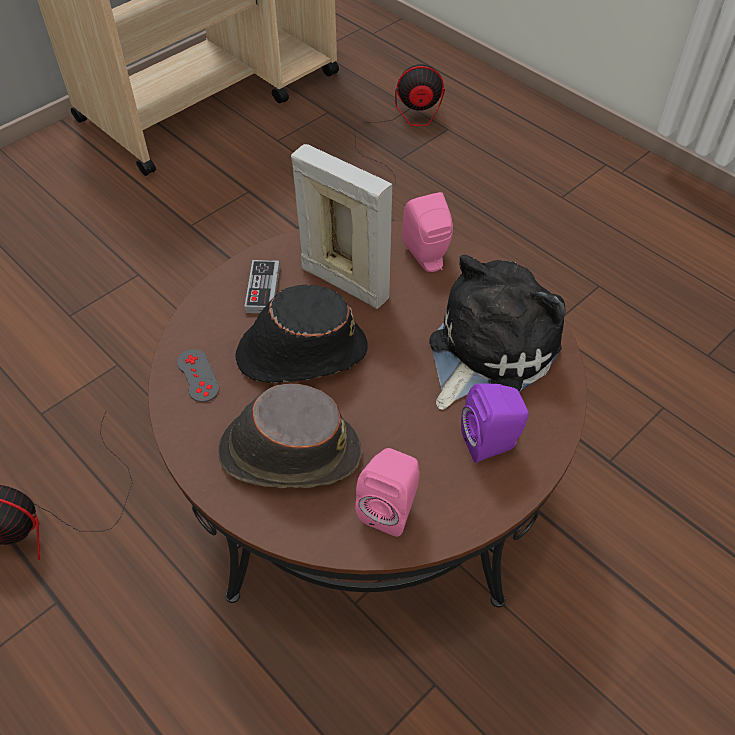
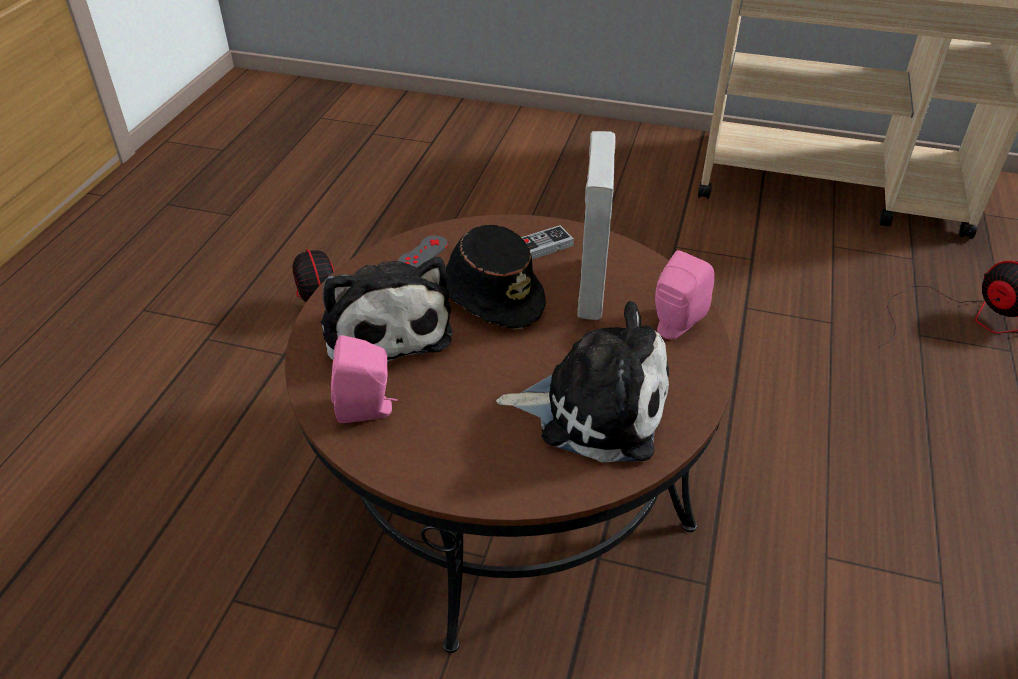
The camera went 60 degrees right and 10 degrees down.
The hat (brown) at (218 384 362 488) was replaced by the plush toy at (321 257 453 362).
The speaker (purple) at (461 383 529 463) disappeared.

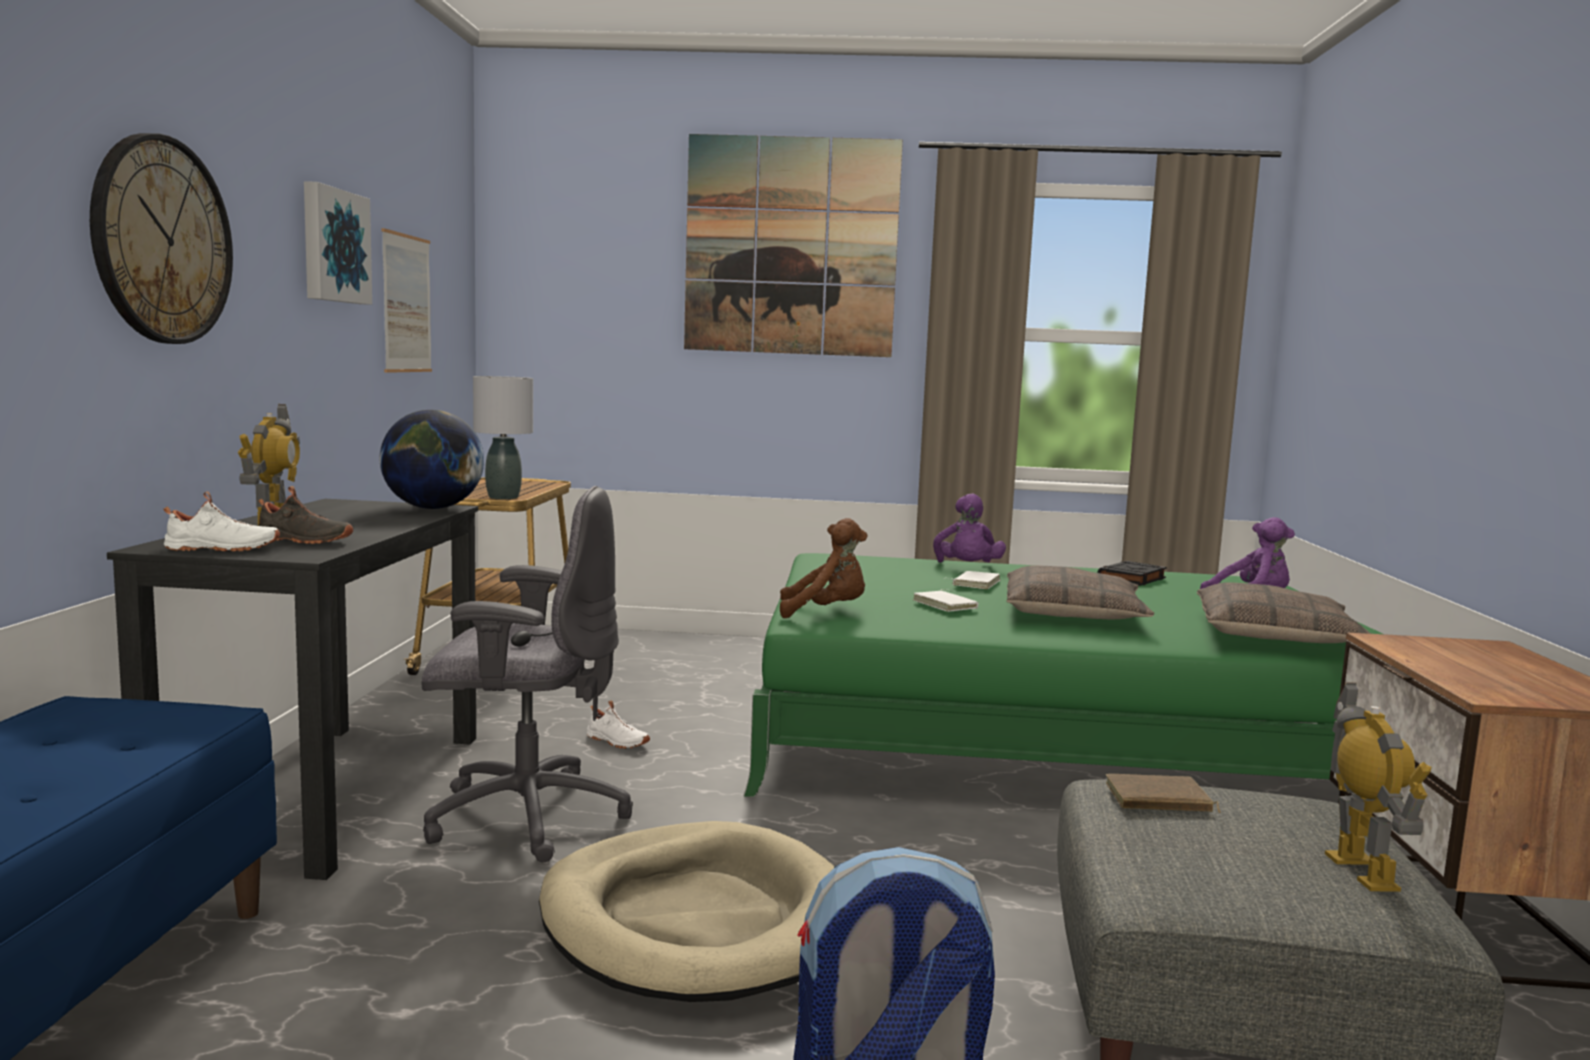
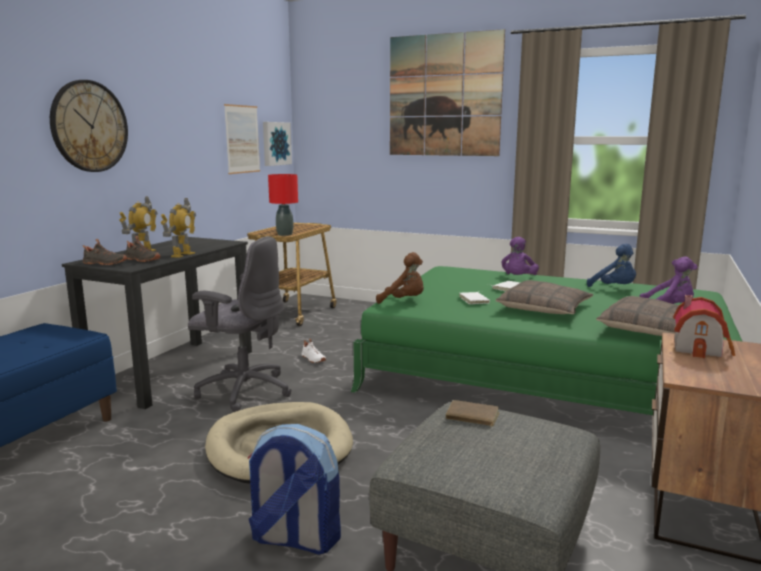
The camera went 20 degrees right and 5 degrees up.
The shoe (white) at (163 492 280 552) became the shoe (black) at (83 239 127 265).
The toy robot moved from (1325 682 1431 892) to (161 198 196 258).
The picture moved from (304 181 372 305) to (263 122 292 166).
The table lamp (grey) at (473 376 533 499) became the table lamp (red) at (268 174 298 236).
The book (black) at (1097 561 1167 586) was replaced by the plush toy (blue) at (587 244 636 287).
The toy house at (673 295 735 358) appeared.
The globe at (380 410 484 509) disappeared.

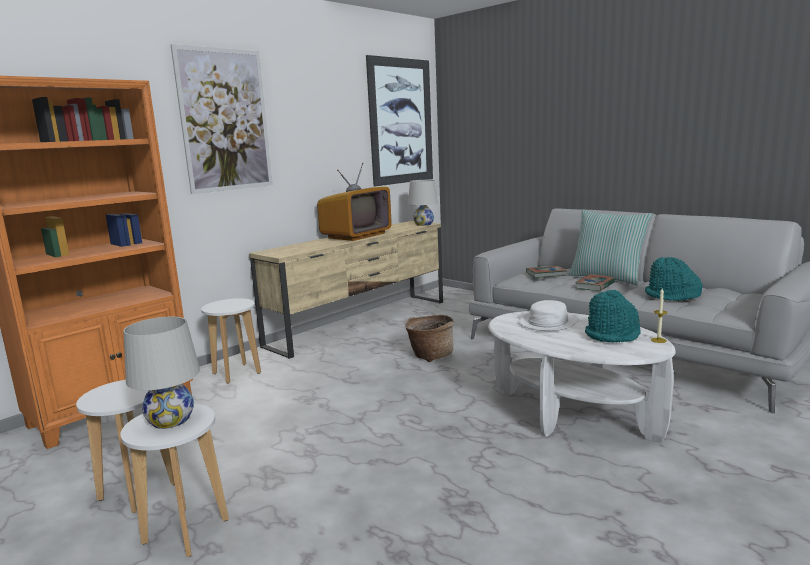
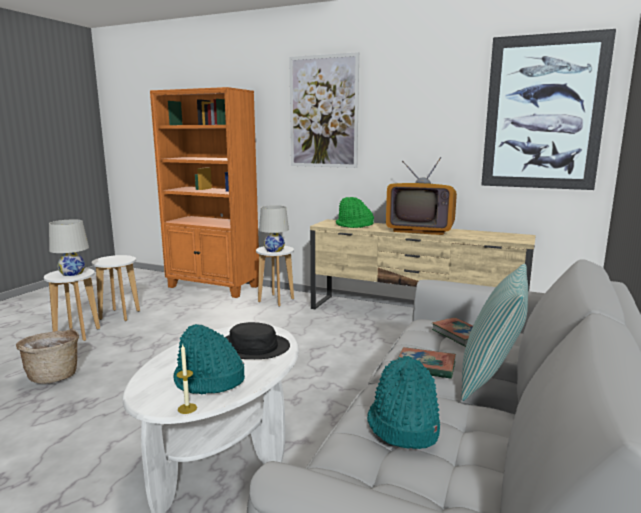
The camera went 70 degrees right and 0 degrees up.
The basket moved from (405 315 454 362) to (16 329 79 384).
The hat (white) at (519 300 578 331) became the hat (black) at (226 322 290 359).
The table lamp (white) moved from (408 180 438 226) to (259 205 289 252).
The hat (green) at (336 197 374 228) appeared.

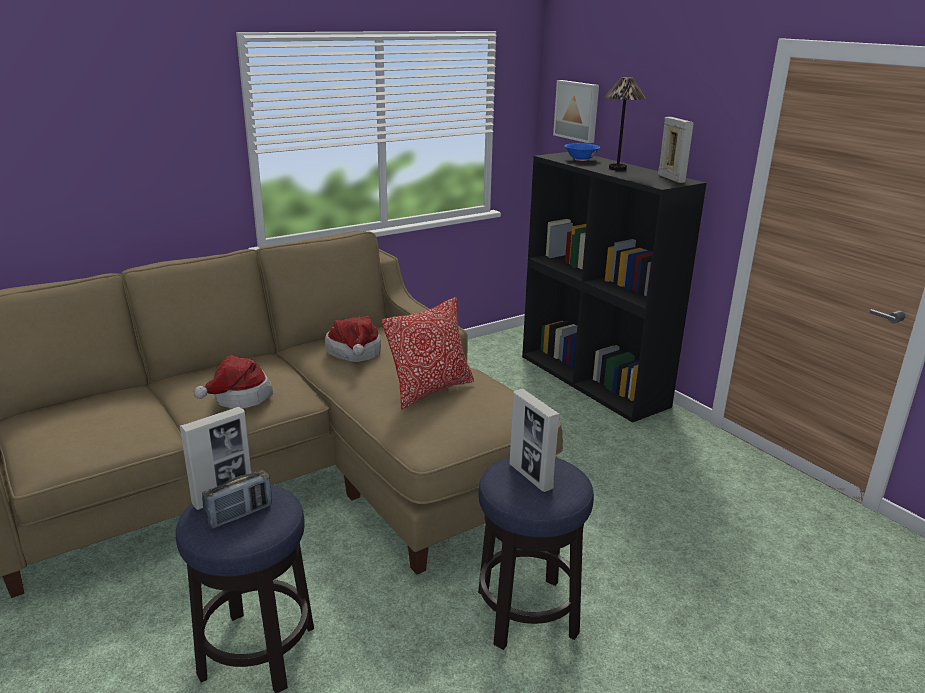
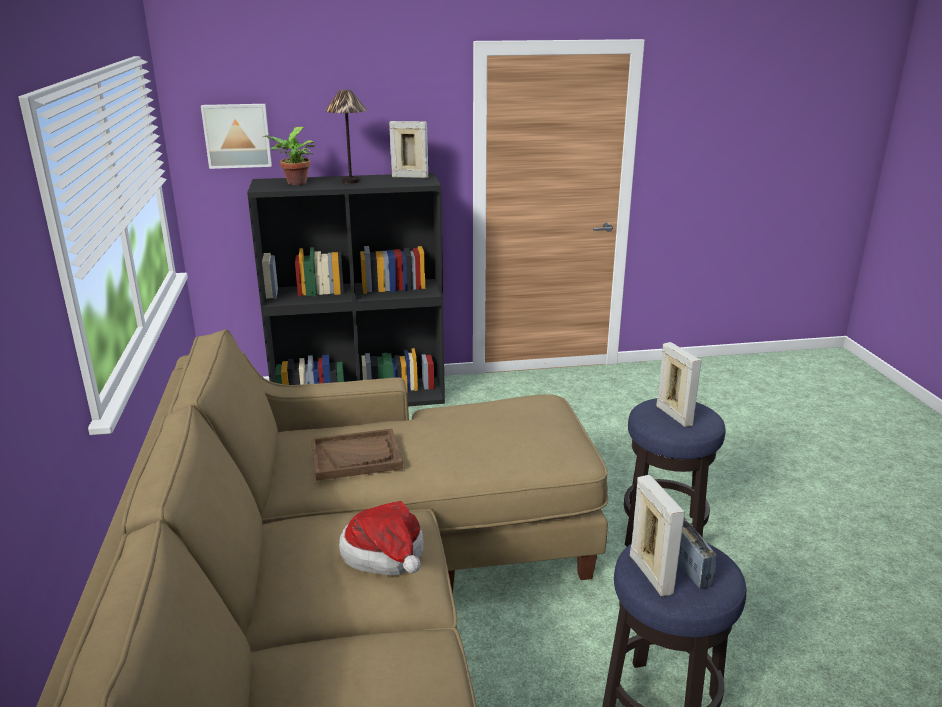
The camera went 65 degrees left and 0 degrees up.
The bowl (blue) at (565 143 600 161) was replaced by the potted plant at (263 127 315 185).
The hat at (325 316 381 362) was replaced by the tray (brown) at (311 429 403 481).
The picture frame at (509 389 560 492) turned 105 degrees counterclockwise.
The pillow at (382 297 474 410) disappeared.

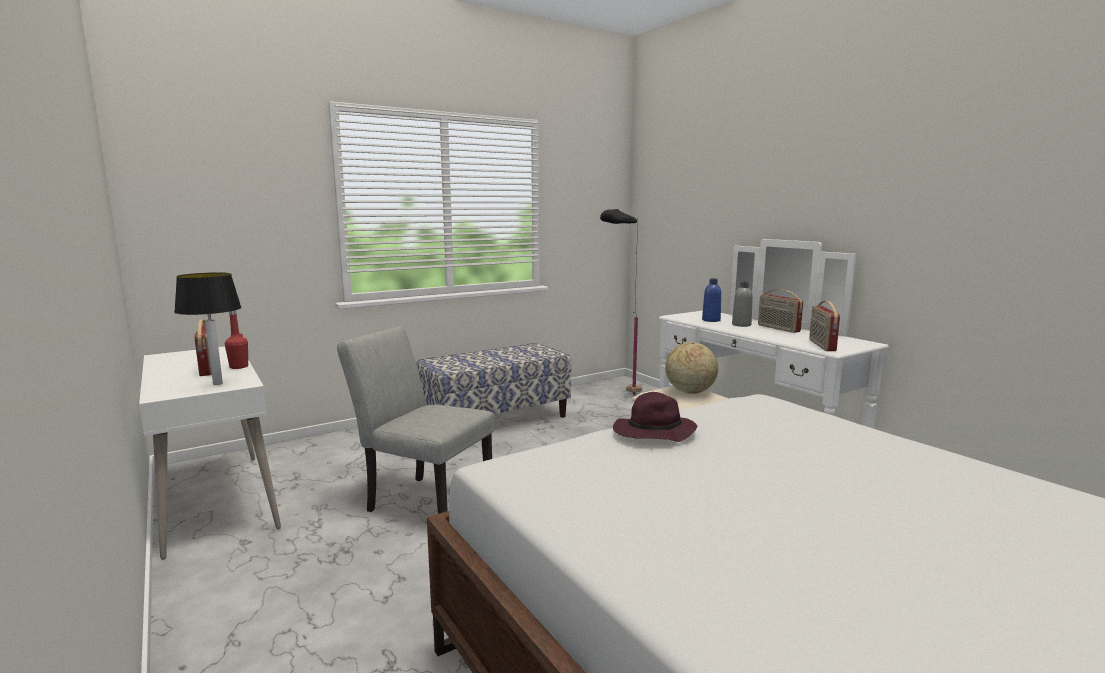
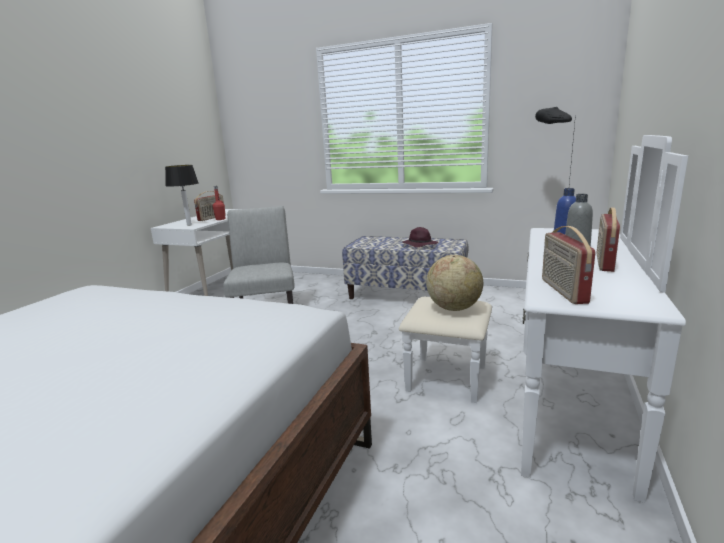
The camera went 55 degrees right and 5 degrees up.
The hat (purple) moved from (613 392 697 442) to (402 227 438 248).
The radio at (809 301 840 351) turned 60 degrees counterclockwise.

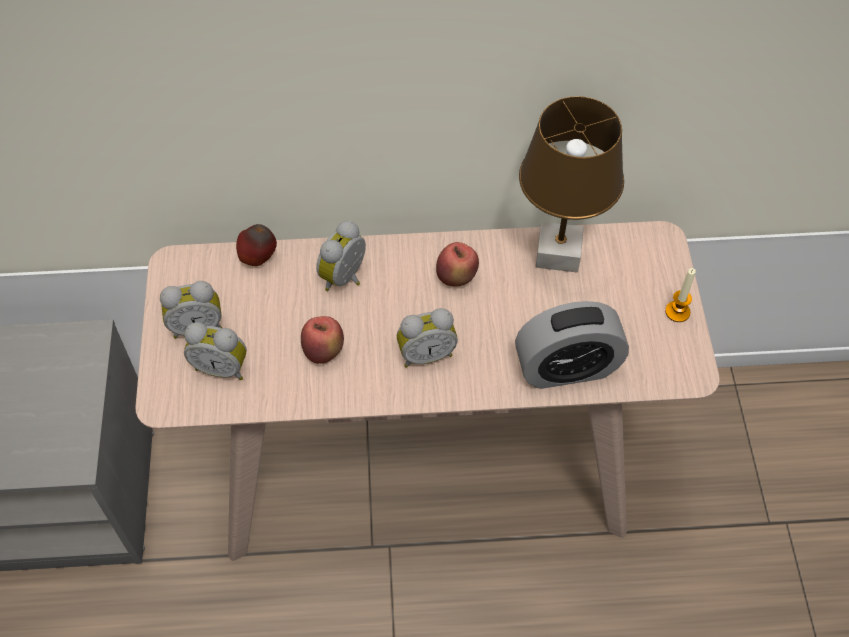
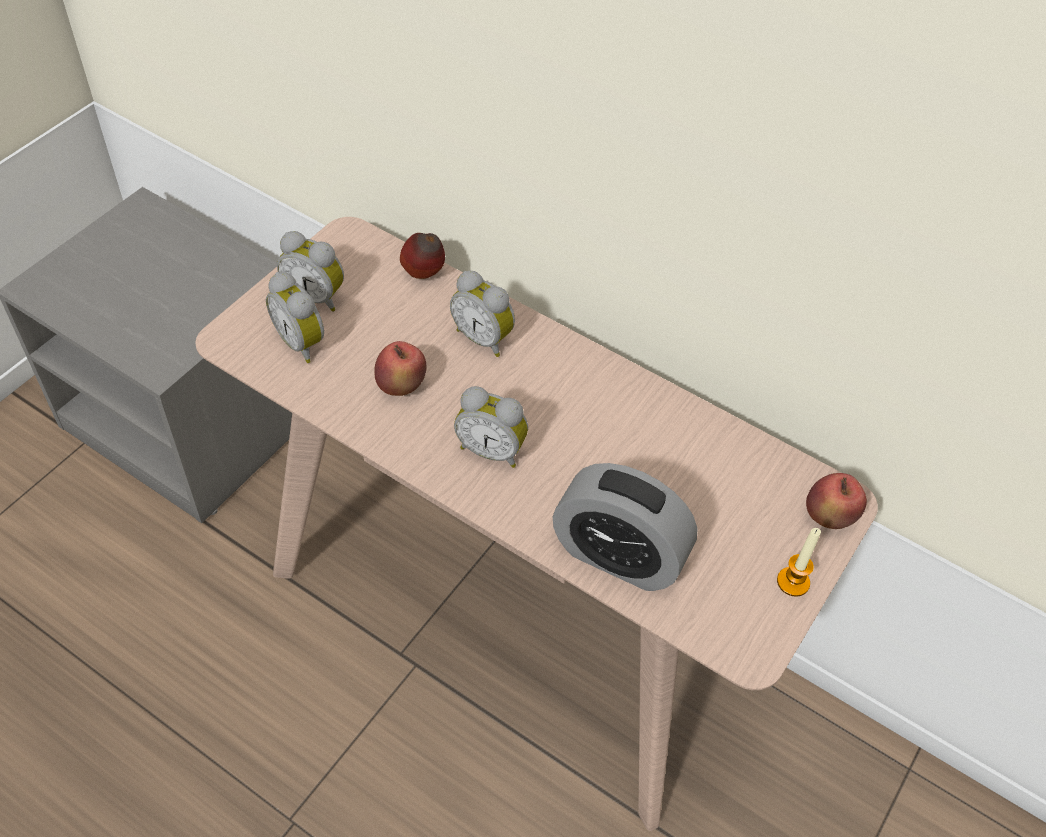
The camera went 35 degrees right and 5 degrees down.
The alarm clock at (316 221 366 291) turned 120 degrees counterclockwise.
The apple moved from (436 242 479 287) to (806 473 867 529).
The table lamp (brown) at (519 96 624 272) disappeared.

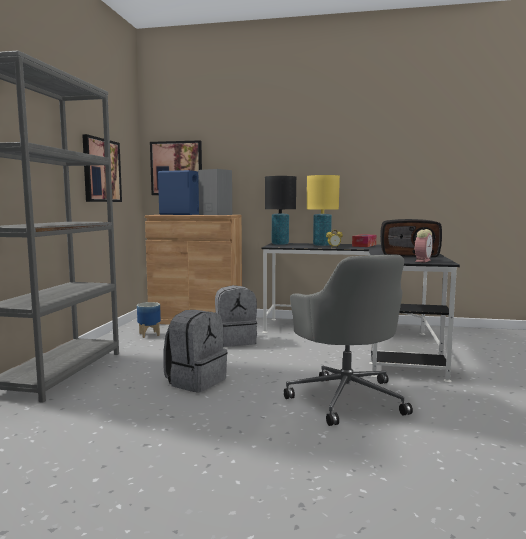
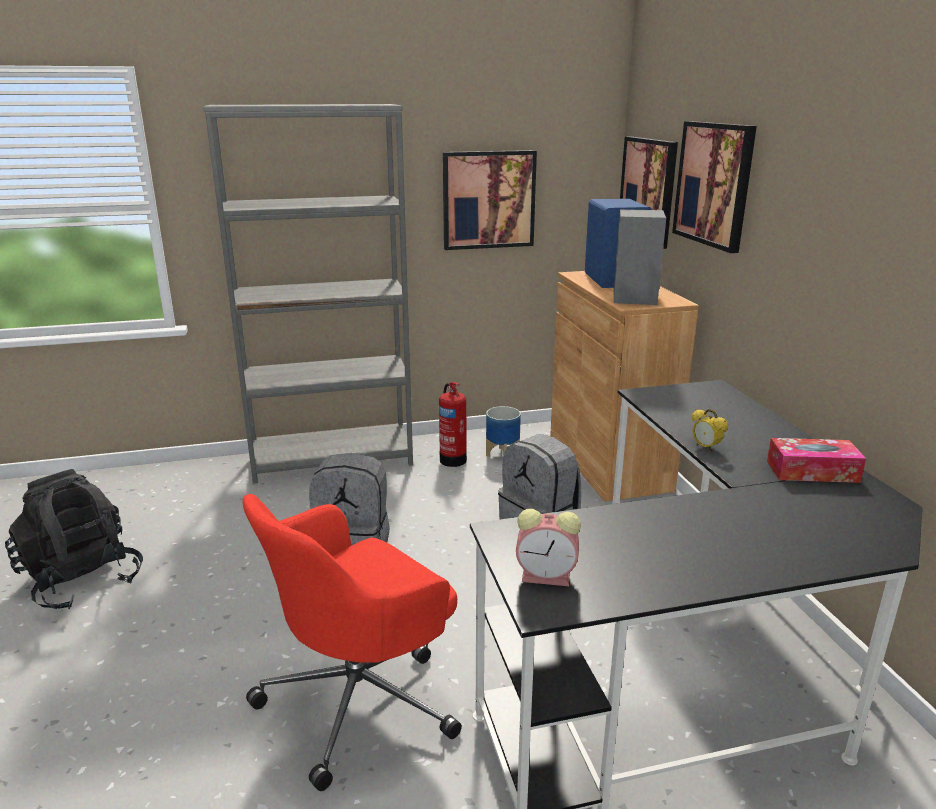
The camera went 65 degrees right and 15 degrees up.
The backpack (black) at (5 469 143 609) appeared.
The office chair (grey) at (284 255 413 426) became the office chair (red) at (243 494 462 791).
The fire extinguisher at (439 382 467 467) appeared.
The picture at (672 121 757 253) appeared.
The table lamp (black) at (265 176 296 245) disappeared.
The table lamp (yellow) at (307 175 340 246) disappeared.
The radio at (380 219 442 258) disappeared.

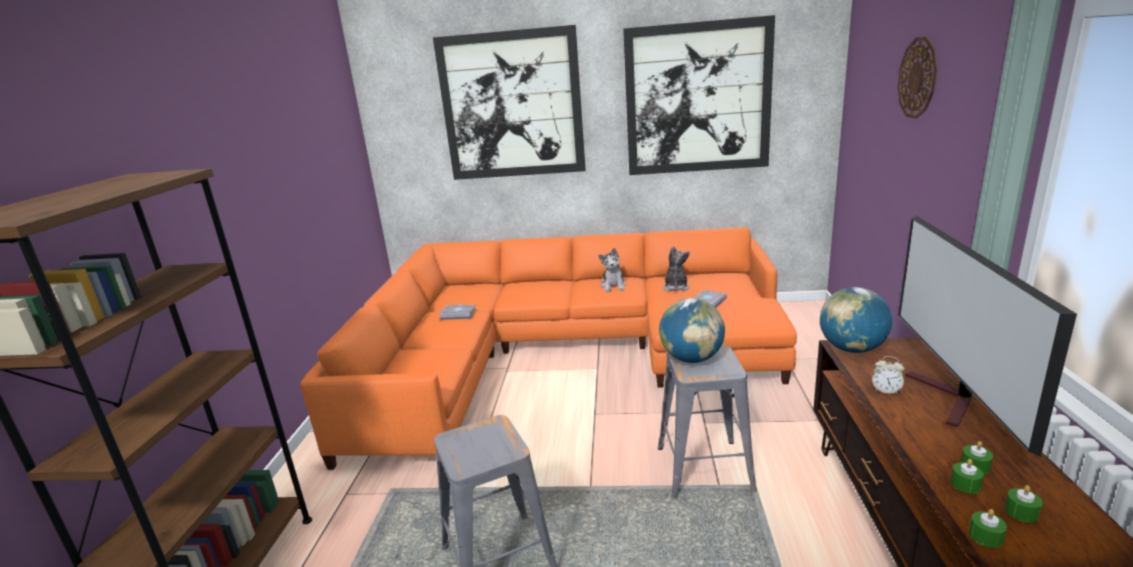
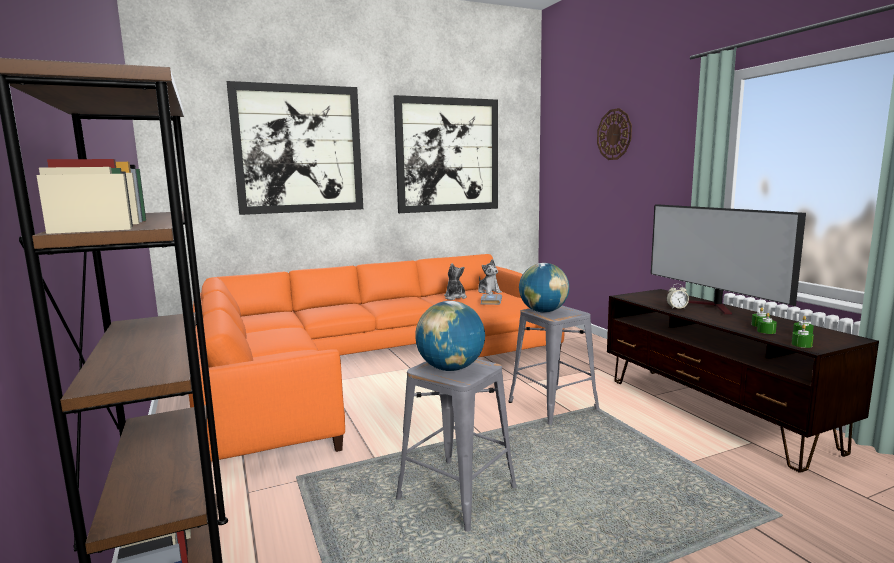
The camera went 30 degrees left and 10 degrees down.
The globe moved from (820 287 892 353) to (415 301 485 371).
The plush toy moved from (599 248 626 292) to (478 259 502 294).
The book (grey) at (439 304 476 320) disappeared.

